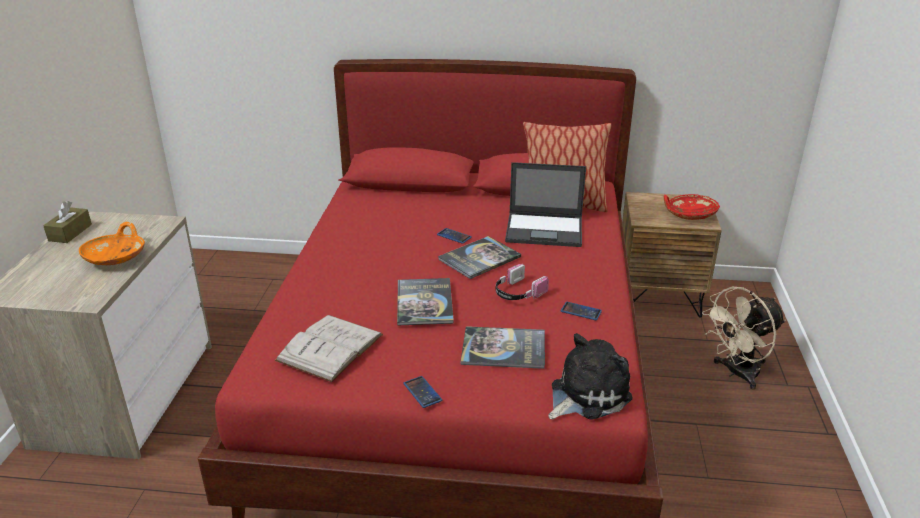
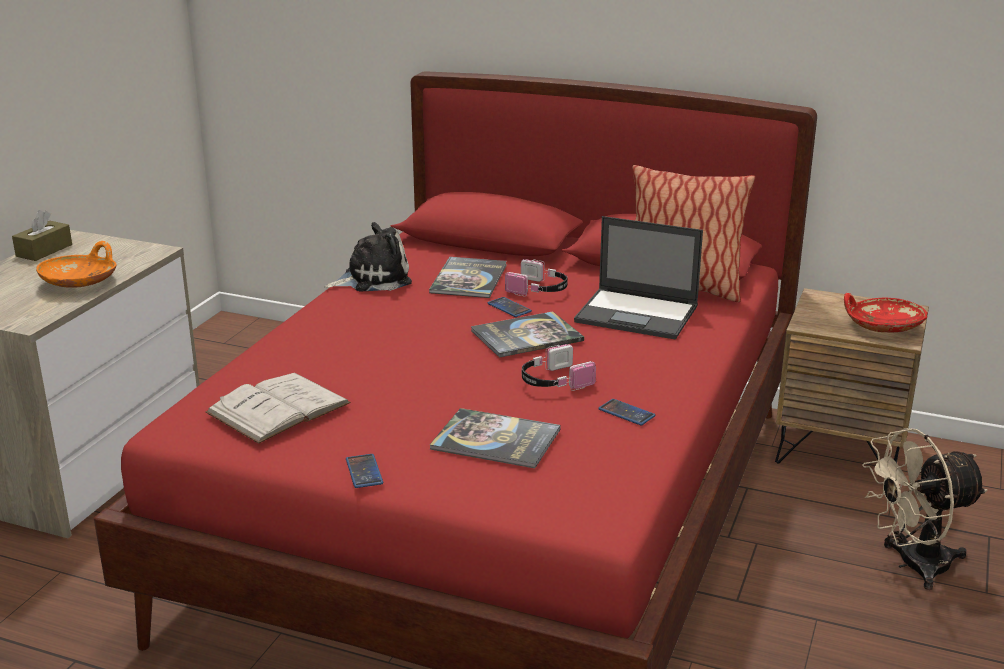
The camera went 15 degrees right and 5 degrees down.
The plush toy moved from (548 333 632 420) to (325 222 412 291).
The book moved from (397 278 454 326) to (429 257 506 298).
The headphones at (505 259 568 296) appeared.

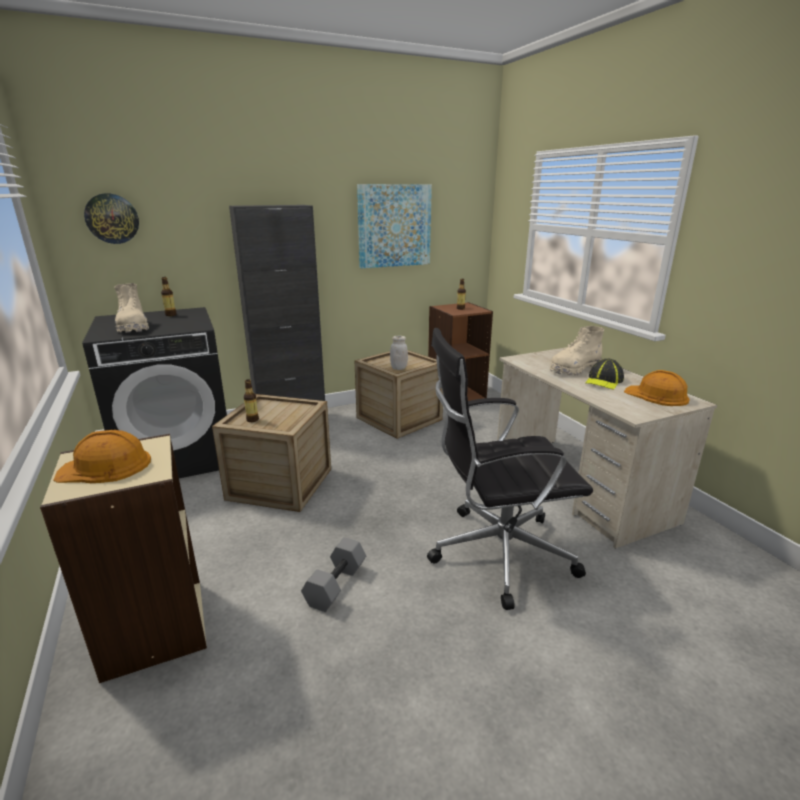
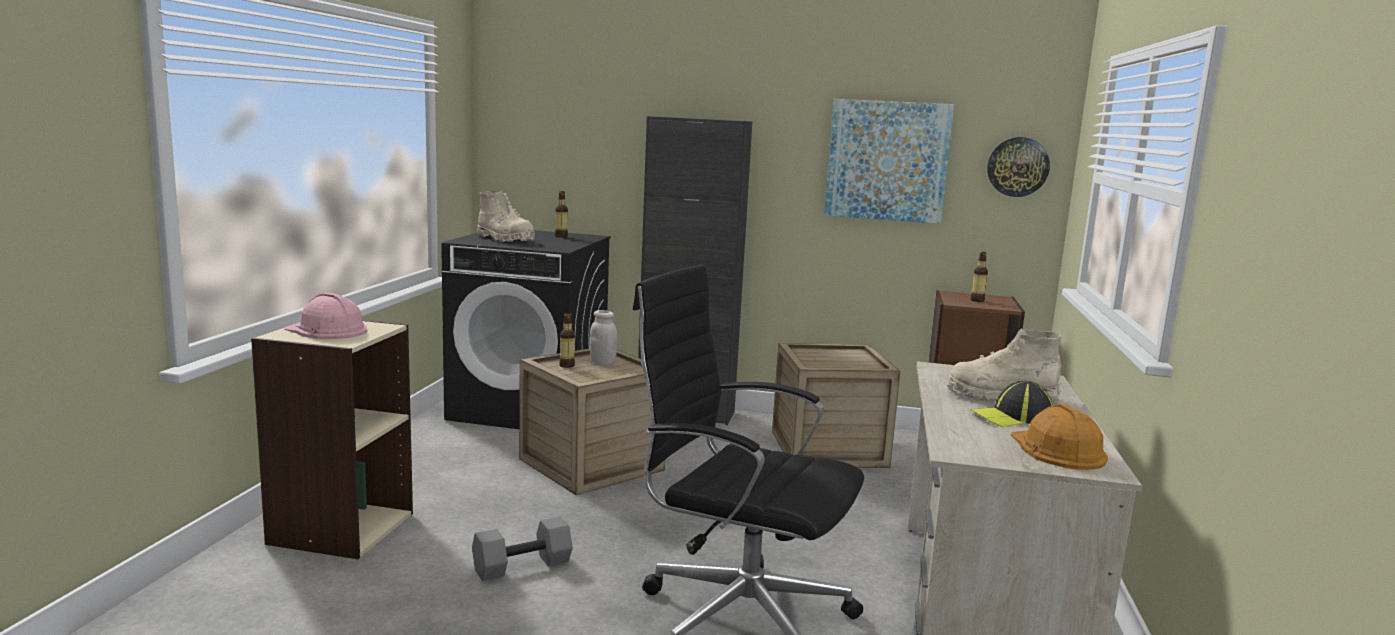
The camera went 35 degrees right and 10 degrees down.
The hard hat (orange) at (54 430 151 483) became the hard hat (pink) at (284 293 367 339).
The boot (beige) at (114 284 149 333) turned 60 degrees counterclockwise.
The jar (white) moved from (390 336 408 370) to (589 310 617 365).
The wall clock moved from (84 193 139 244) to (987 137 1050 197).

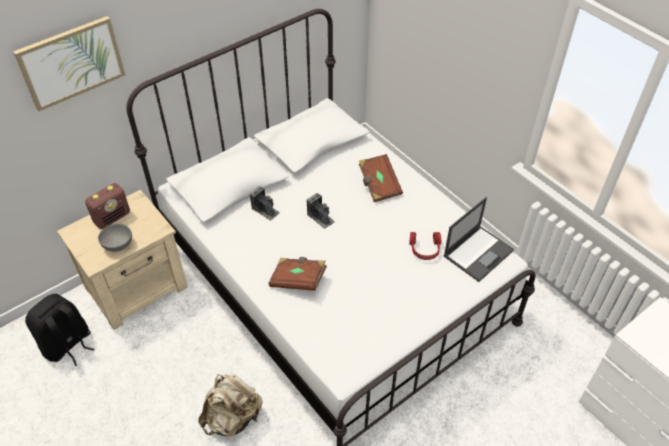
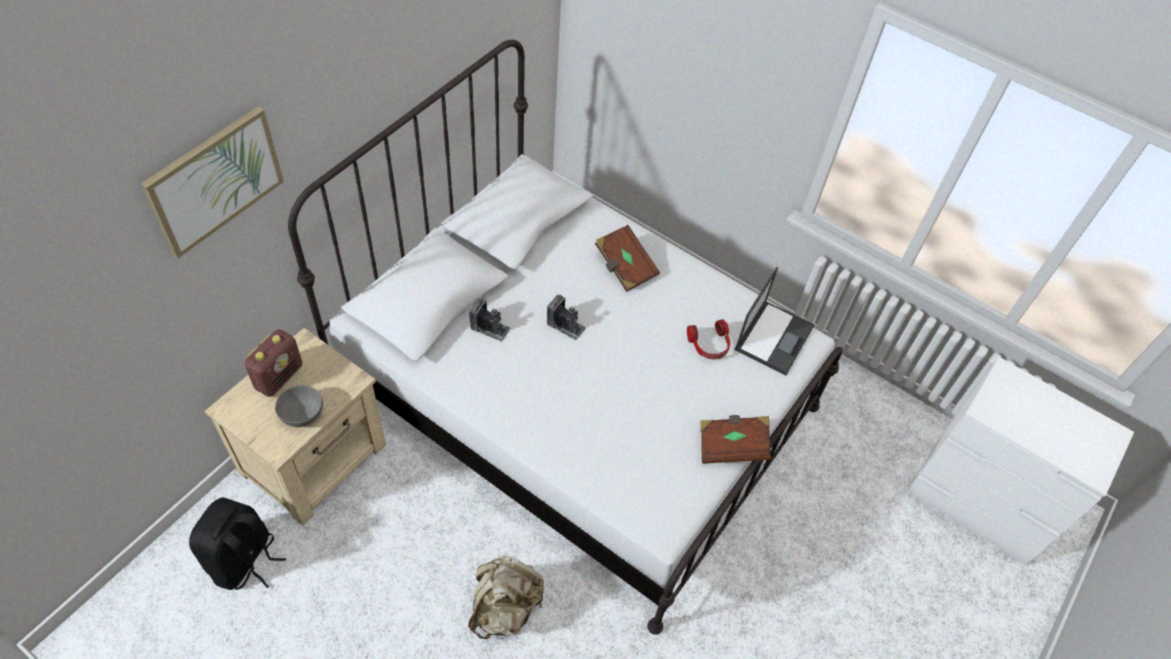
The camera went 20 degrees left and 5 degrees up.
The book (brown) moved from (268 257 327 291) to (701 415 771 464).

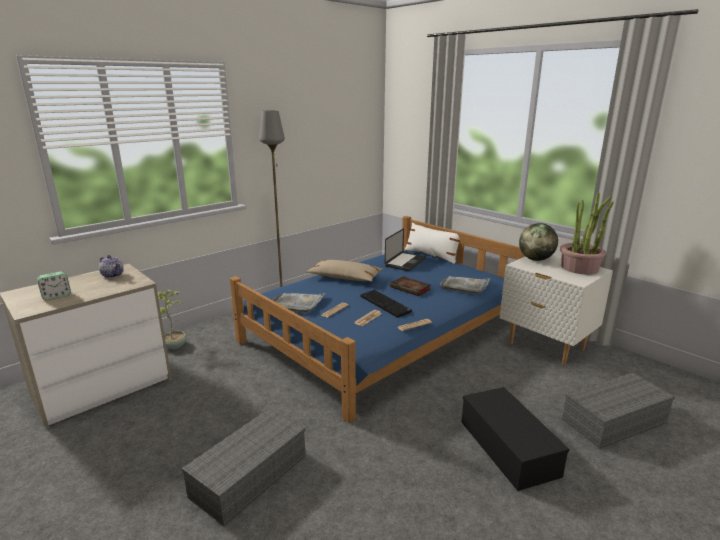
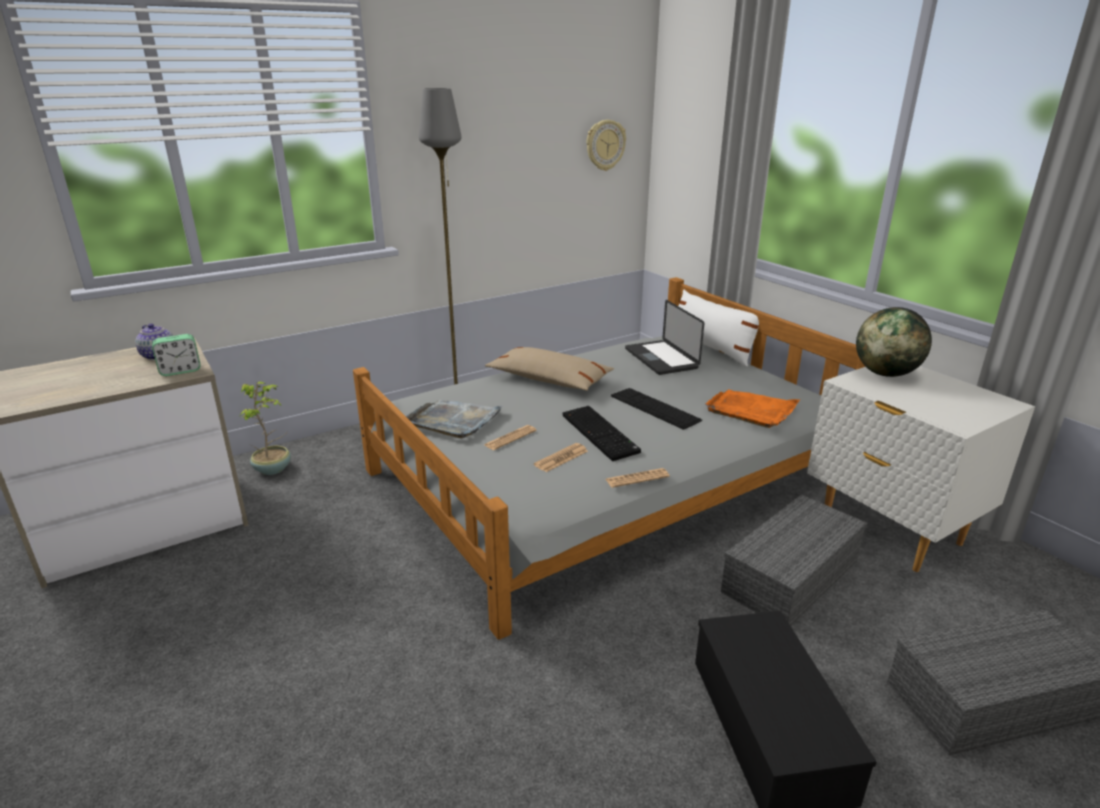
The camera went 10 degrees right and 5 degrees up.
The alarm clock moved from (37 271 71 300) to (152 334 201 376).
The bed (blue) at (230 216 525 423) became the bed (grey) at (353 277 866 640).
The wall clock at (587 120 626 171) appeared.
The book at (390 276 431 296) was replaced by the keyboard at (611 388 702 430).
The laptop at (385 228 426 271) turned 120 degrees clockwise.
The tray (grey) at (440 276 490 294) became the tray (orange) at (705 390 801 428).
The storage box (grey) moved from (181 409 306 526) to (721 494 867 626).
The potted plant at (560 192 614 275) disappeared.

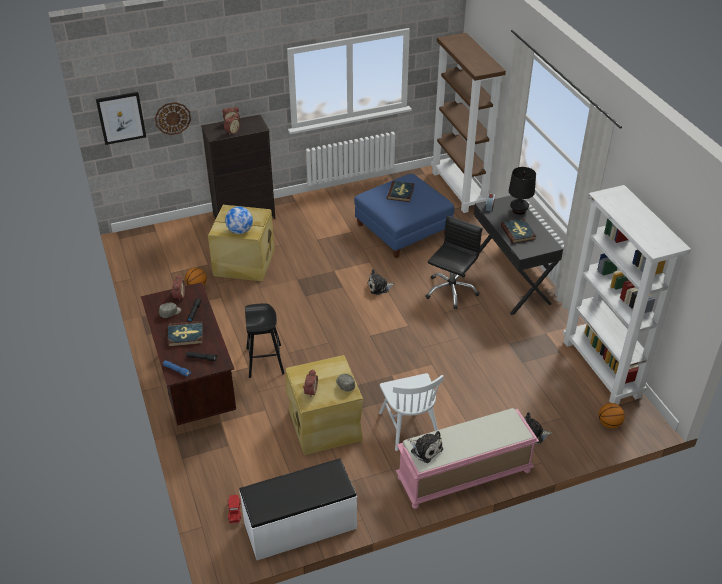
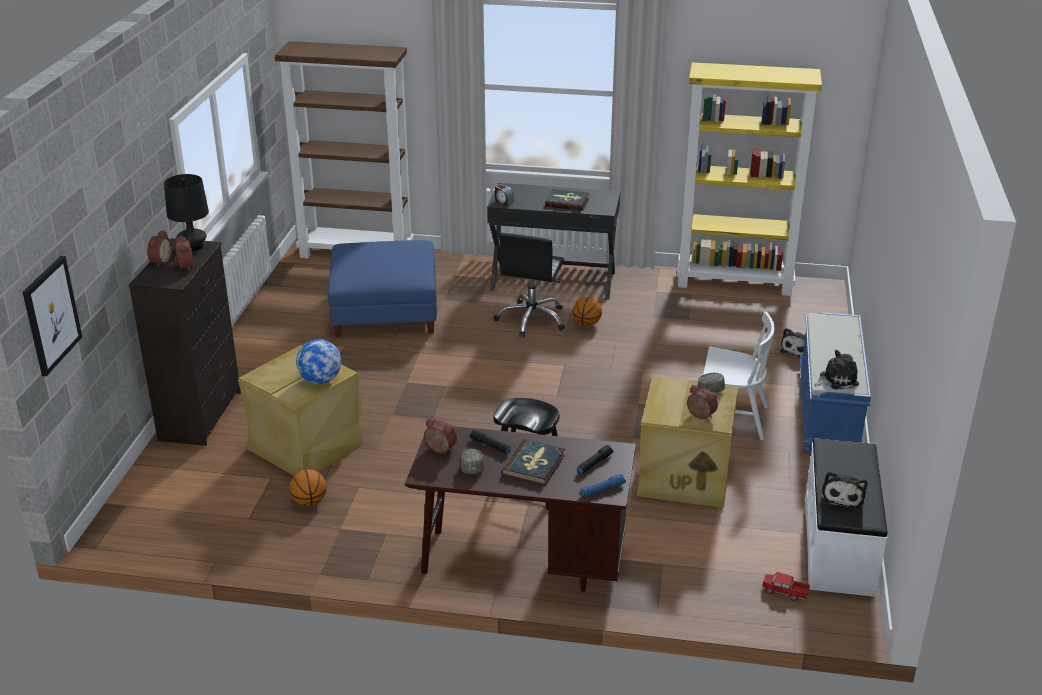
The camera went 60 degrees left and 10 degrees down.
The table lamp (black) moved from (509 167 536 215) to (164 174 209 252).
The office chair (black) at (425 216 483 309) turned 135 degrees counterclockwise.
The basketball moved from (598 403 625 428) to (573 297 602 326).
The bookcase (white) at (563 185 691 405) became the bookcase (yellow) at (677 62 822 296).
The bench (pink) at (396 408 539 509) became the bench (blue) at (800 312 871 453).
The plush toy moved from (367 269 395 295) to (821 471 867 509).
The wall clock at (155 102 191 135) disappeared.
The book at (387 181 414 202) disappeared.

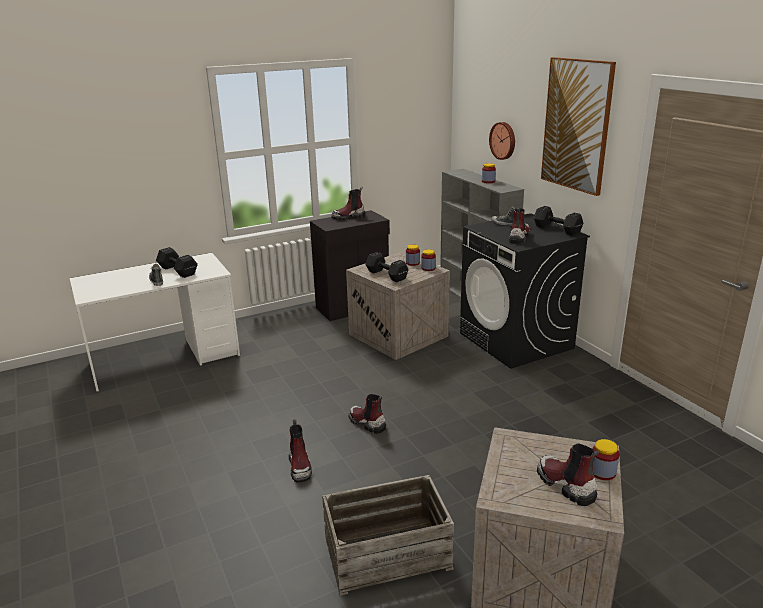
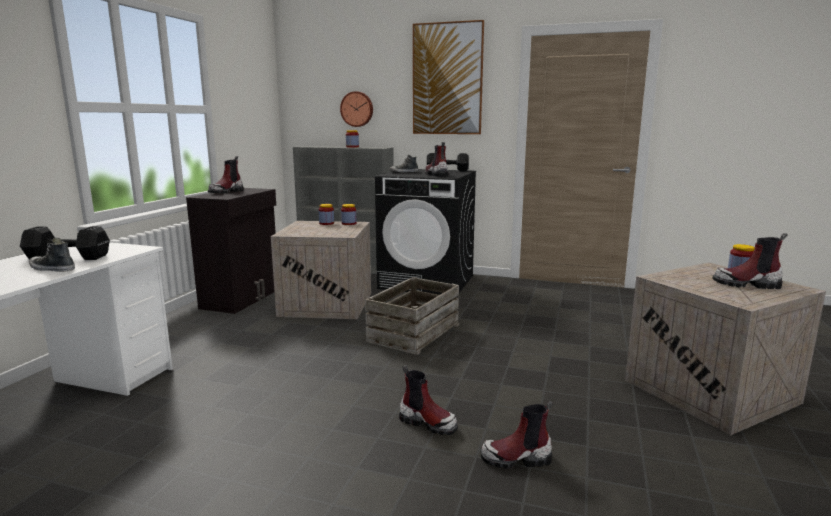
The camera went 45 degrees left and 10 degrees down.
The crate moved from (322 475 454 596) to (365 277 459 355).
The boot moved from (348 394 386 434) to (480 401 553 469).
The dumbbell (black) at (365 252 409 282) disappeared.

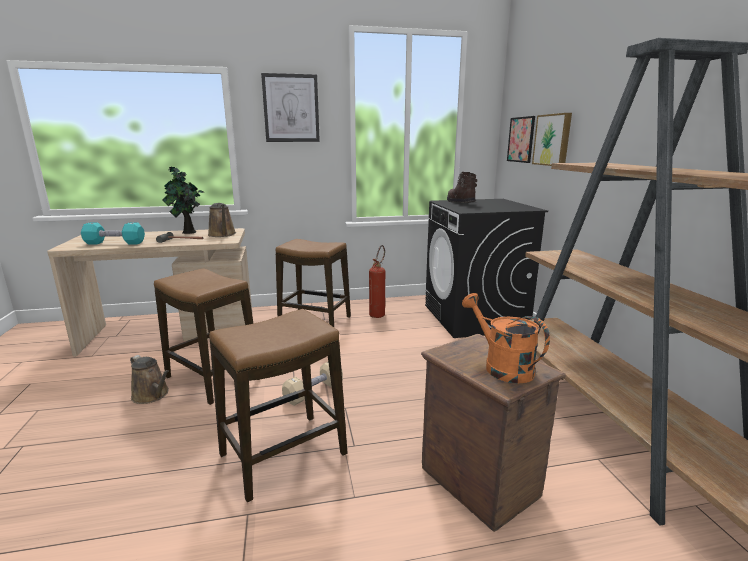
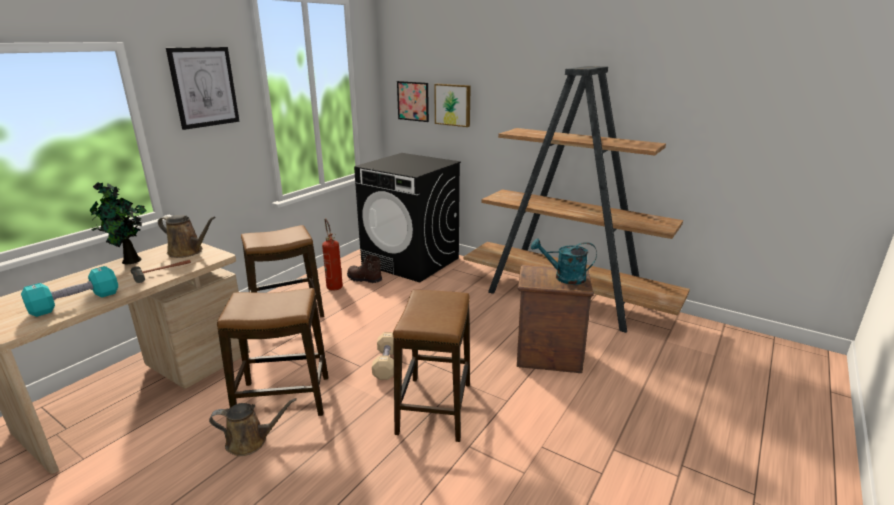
The camera went 45 degrees left and 5 degrees up.
The boot (brown) moved from (447 172 477 203) to (347 255 382 283).
The watering can (orange) at (462 293 550 384) became the watering can (turquoise) at (531 238 597 285).

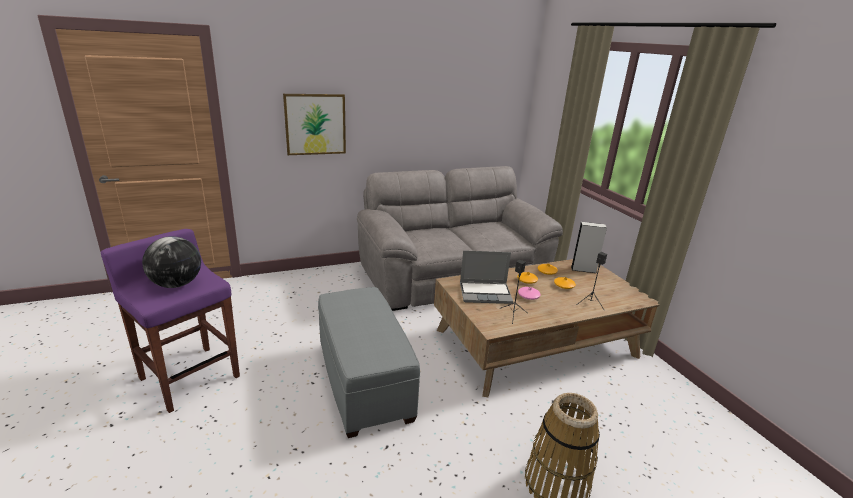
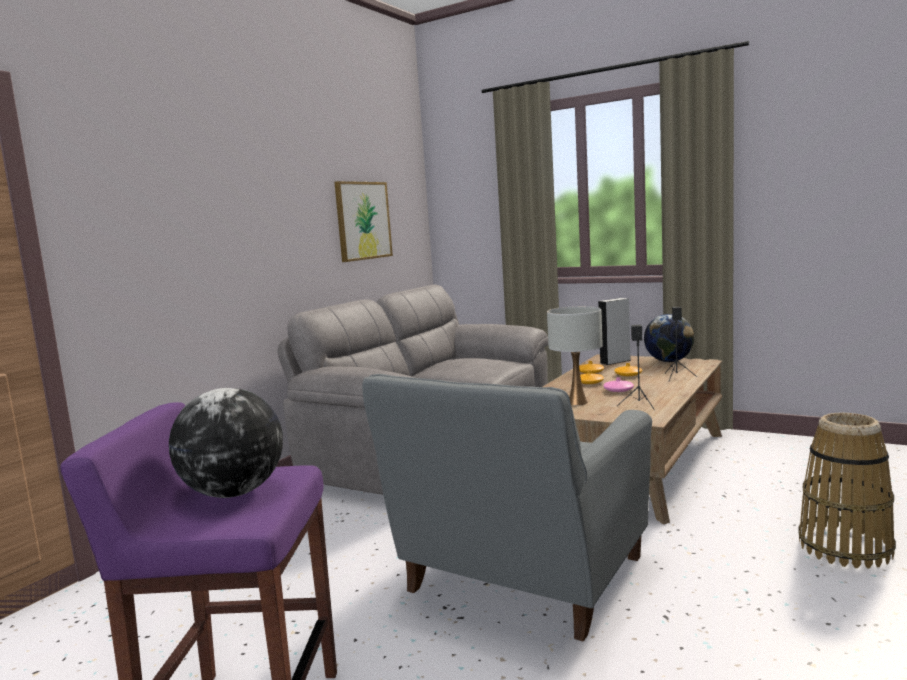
The camera went 35 degrees left and 15 degrees down.
The picture moved from (283 94 346 155) to (334 181 393 262).
The ottoman (grey) at (318 287 420 438) was replaced by the armchair (grey) at (362 374 652 641).
The laptop at (460 250 513 304) was replaced by the table lamp (white) at (547 306 603 405).
The globe at (644 314 694 362) appeared.

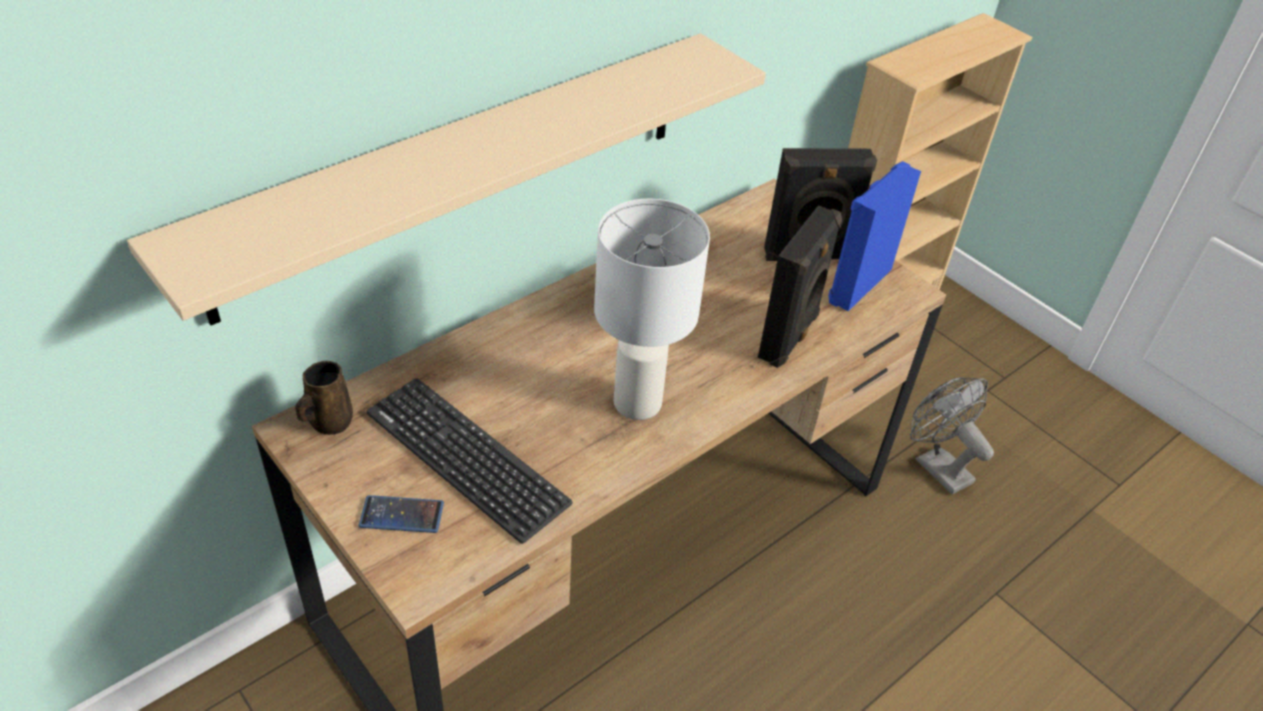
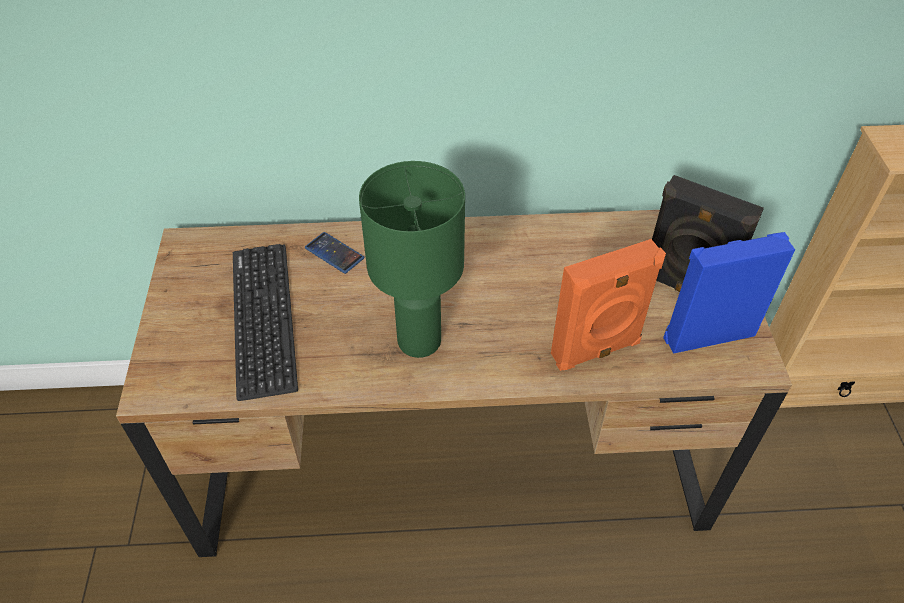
The camera went 40 degrees right and 5 degrees up.
The phone moved from (359 495 444 533) to (305 232 364 274).
The table lamp (white) at (594 199 710 420) became the table lamp (green) at (359 161 465 358).
The speaker (black) at (758 205 842 368) became the speaker (orange) at (551 239 666 371).
The shelf (beige) at (127 33 766 325) disappeared.
The mug (brown) at (295 361 353 435) disappeared.
The fan (grey) at (910 377 994 495) disappeared.

